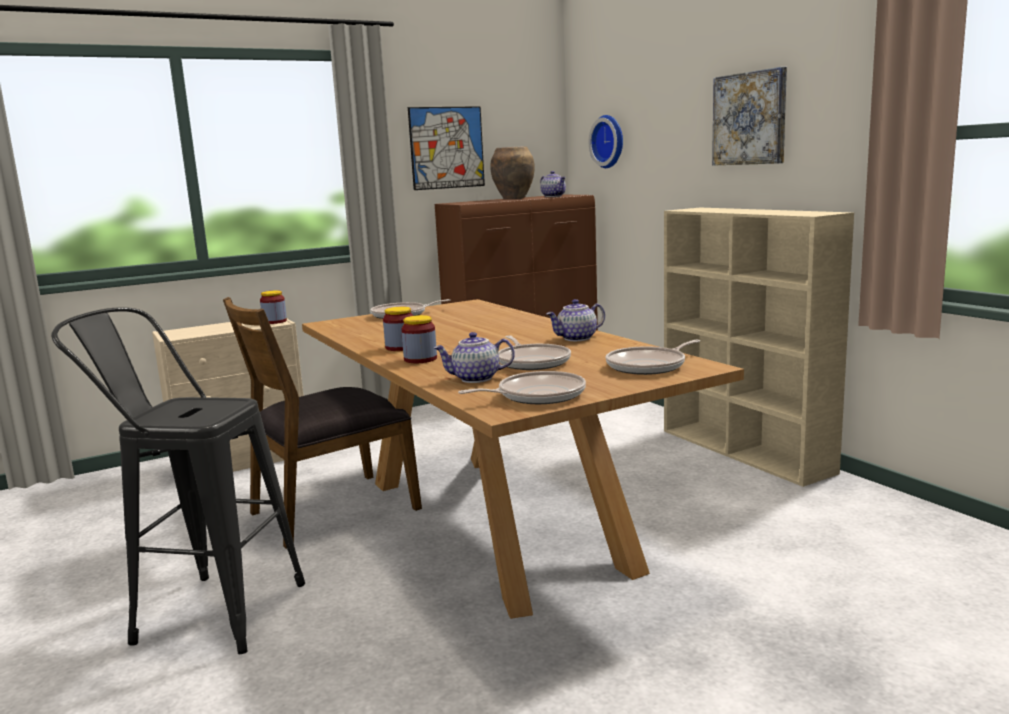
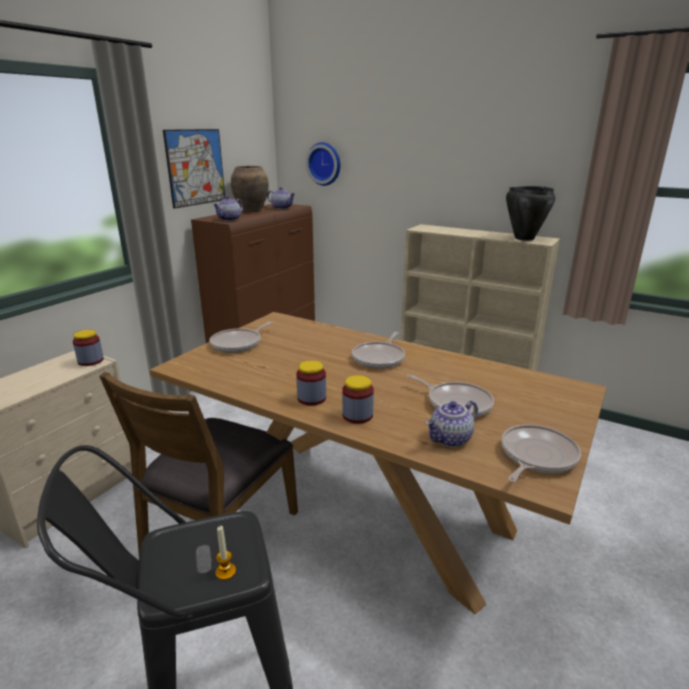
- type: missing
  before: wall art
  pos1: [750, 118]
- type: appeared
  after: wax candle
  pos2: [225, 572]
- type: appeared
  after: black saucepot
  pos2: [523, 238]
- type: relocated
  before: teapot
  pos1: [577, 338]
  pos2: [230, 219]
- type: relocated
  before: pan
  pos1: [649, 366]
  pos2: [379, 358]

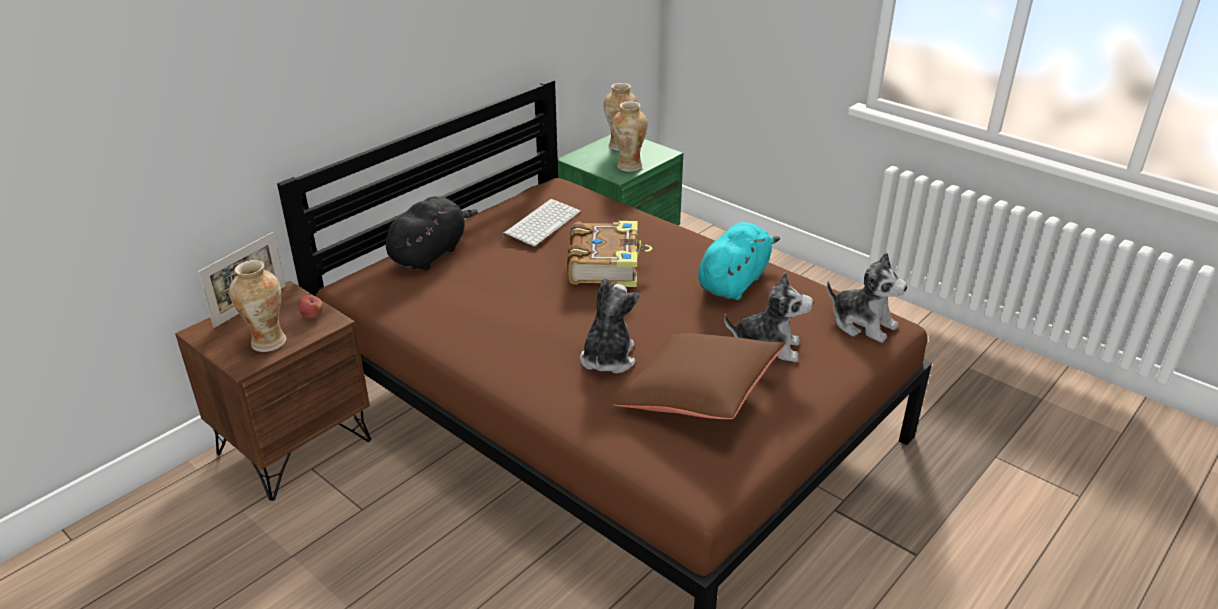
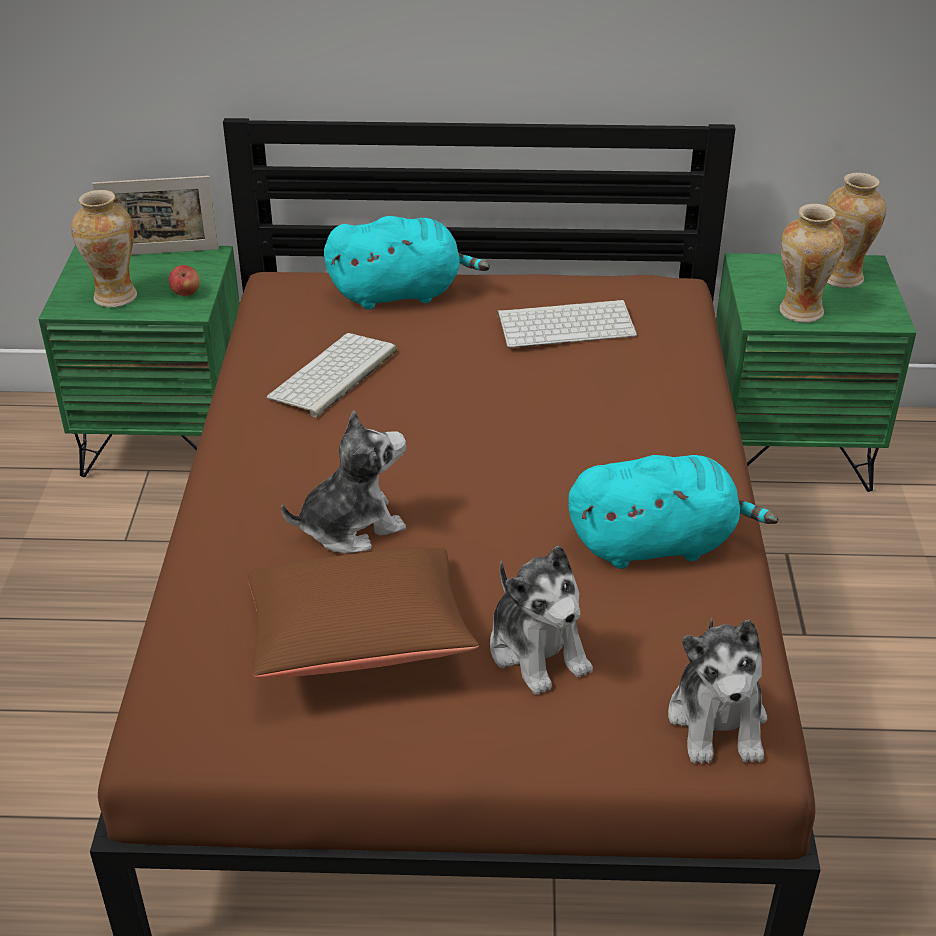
- type: missing
  before: bound book
  pos1: [606, 265]
- type: appeared
  after: computer keyboard
  pos2: [333, 376]
- type: colour
  before: brown bedside table
  after: greenish bedside table
  pos1: [294, 446]
  pos2: [167, 439]
- type: colour
  before: black cuddly toy
  after: blue-green cuddly toy
  pos1: [430, 254]
  pos2: [401, 293]

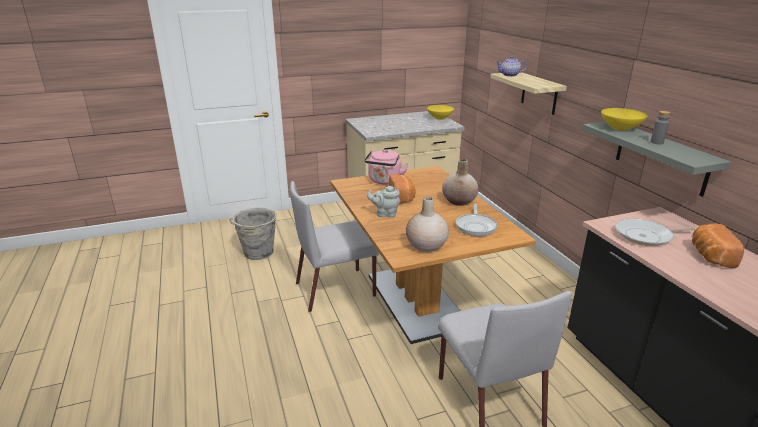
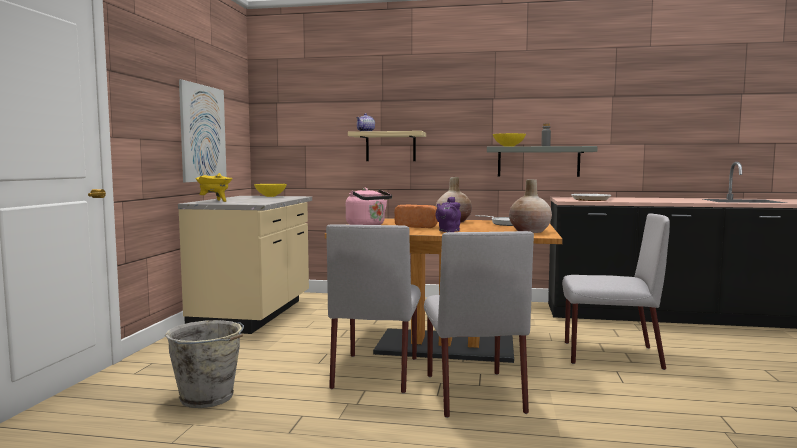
- type: missing
  before: bakery bread
  pos1: [709, 256]
- type: appeared
  after: wall art
  pos2: [203, 133]
- type: appeared
  after: yellow saucepot
  pos2: [215, 201]
- type: appeared
  after: grey chair
  pos2: [473, 392]
- type: colour
  before: grey teapot
  after: purplish teapot
  pos1: [385, 214]
  pos2: [448, 231]

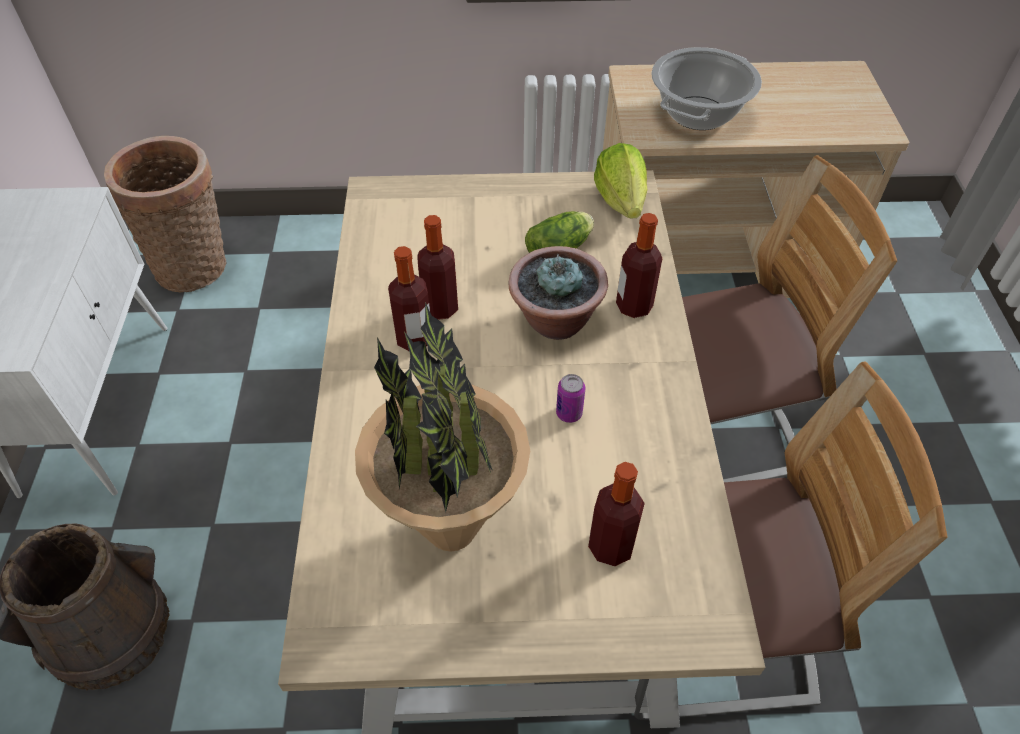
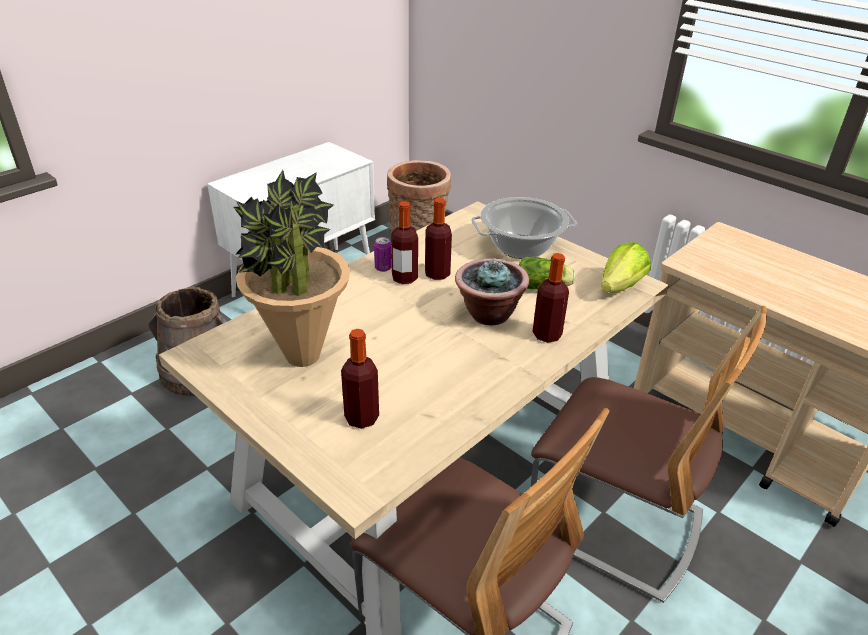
- type: relocated
  before: sealed can
  pos1: [569, 413]
  pos2: [383, 268]
- type: relocated
  before: saucepot
  pos1: [698, 114]
  pos2: [521, 247]

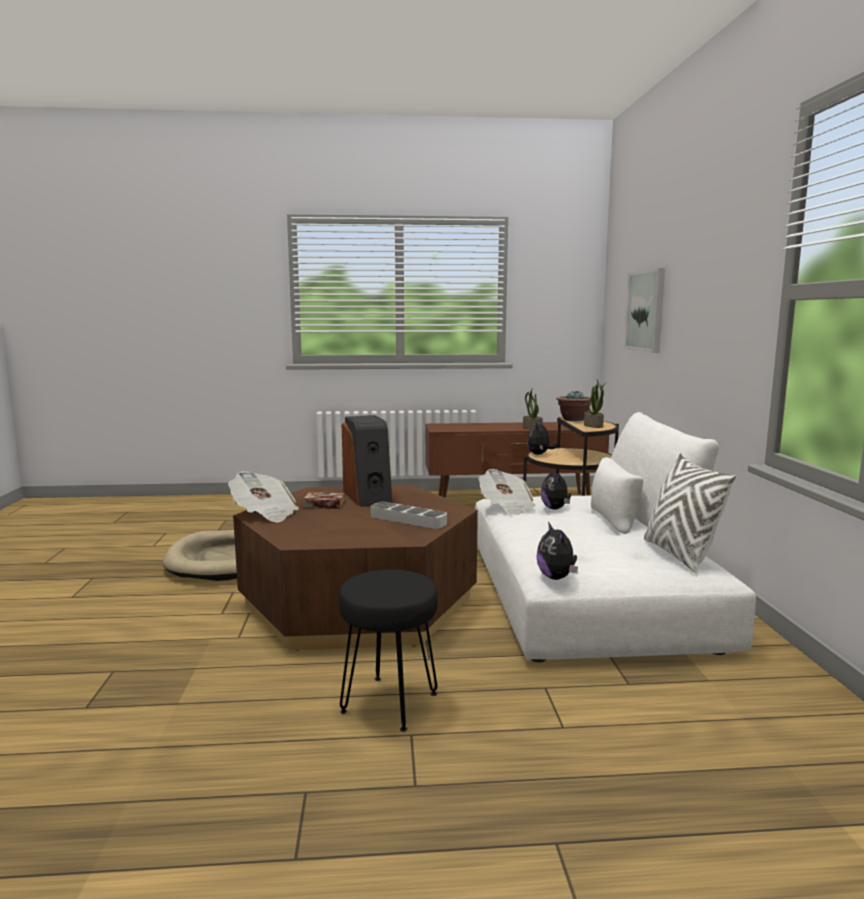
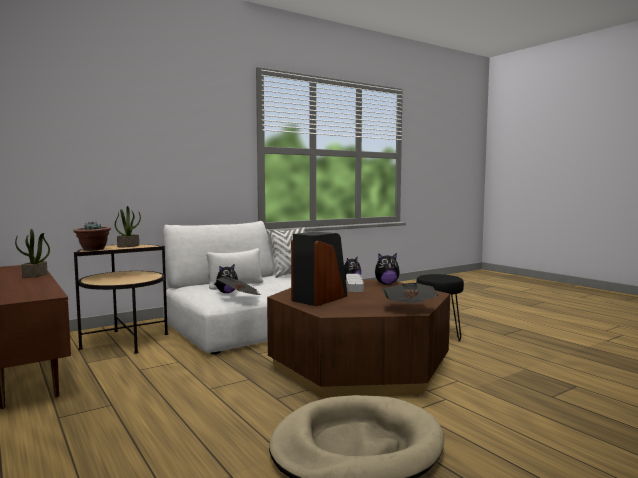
- type: missing
  before: bound book
  pos1: [322, 505]
- type: missing
  before: wall art
  pos1: [646, 311]
- type: relocated
  before: cuddly toy
  pos1: [539, 454]
  pos2: [386, 284]

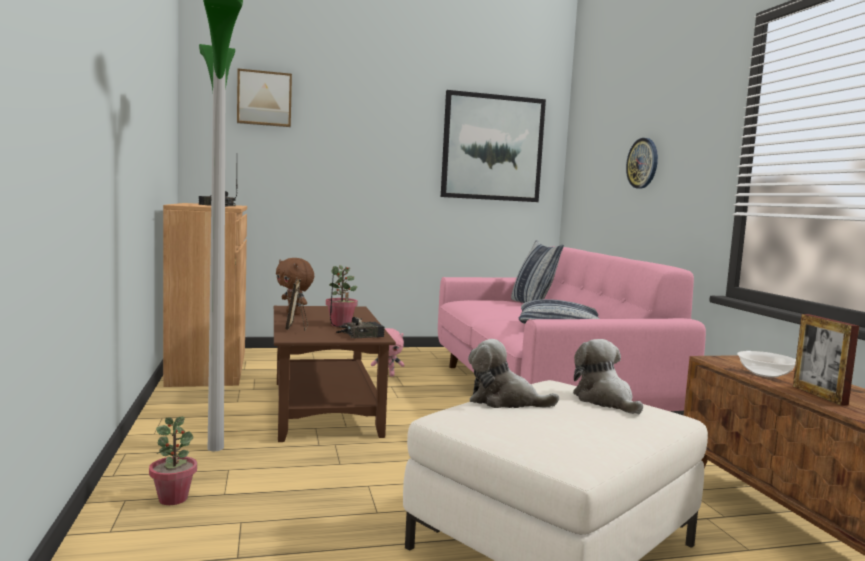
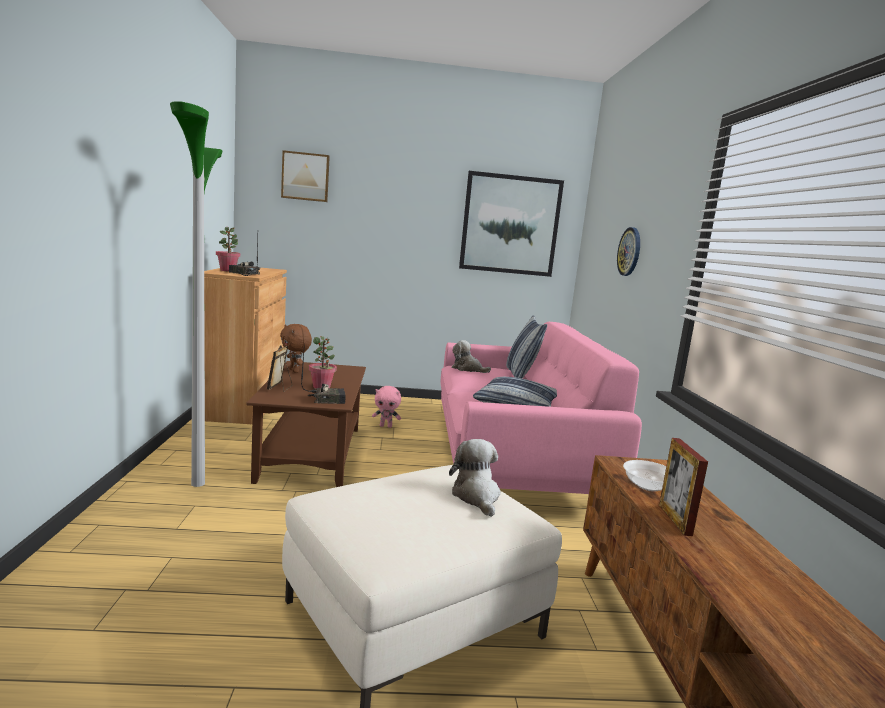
- type: relocated
  before: plant in a pot
  pos1: [173, 498]
  pos2: [228, 270]
- type: relocated
  before: cuddly toy
  pos1: [504, 401]
  pos2: [467, 369]

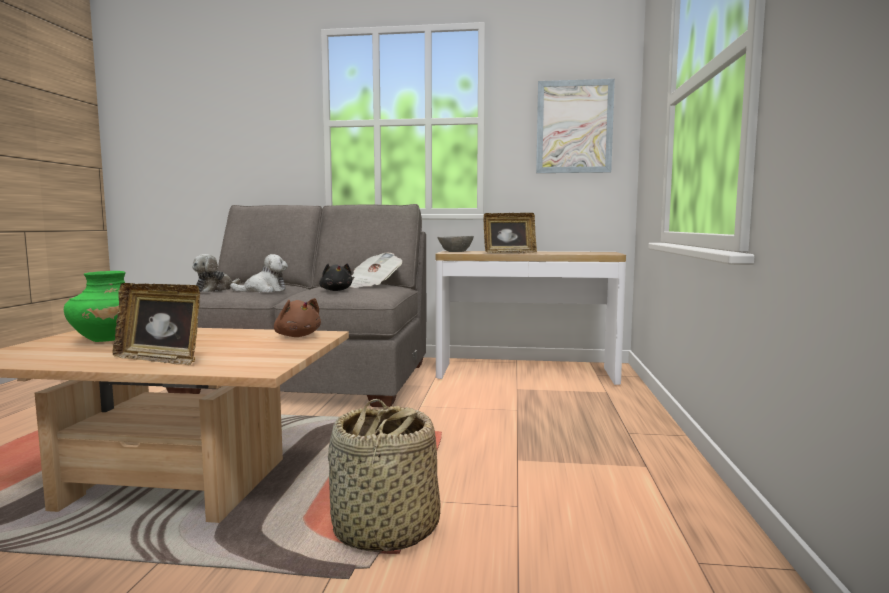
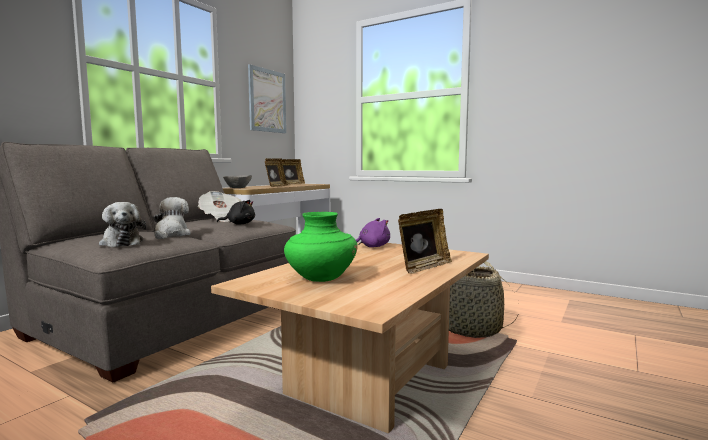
- type: appeared
  after: photo frame
  pos2: [291, 184]
- type: colour
  before: brown cuddly toy
  after: purplish cuddly toy
  pos1: [297, 336]
  pos2: [372, 246]

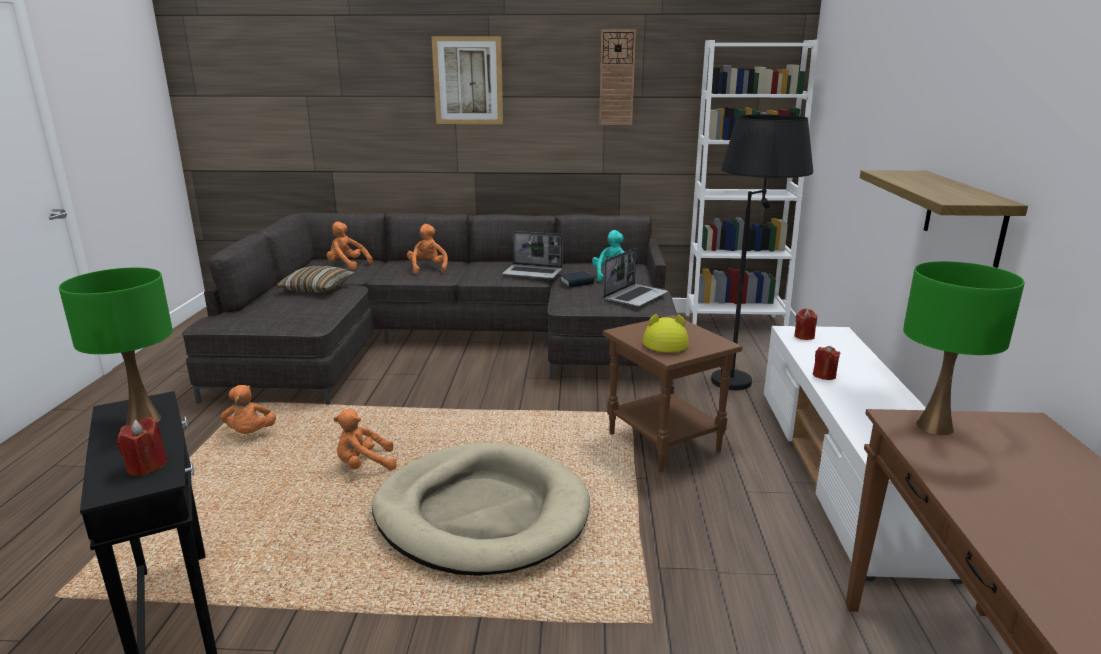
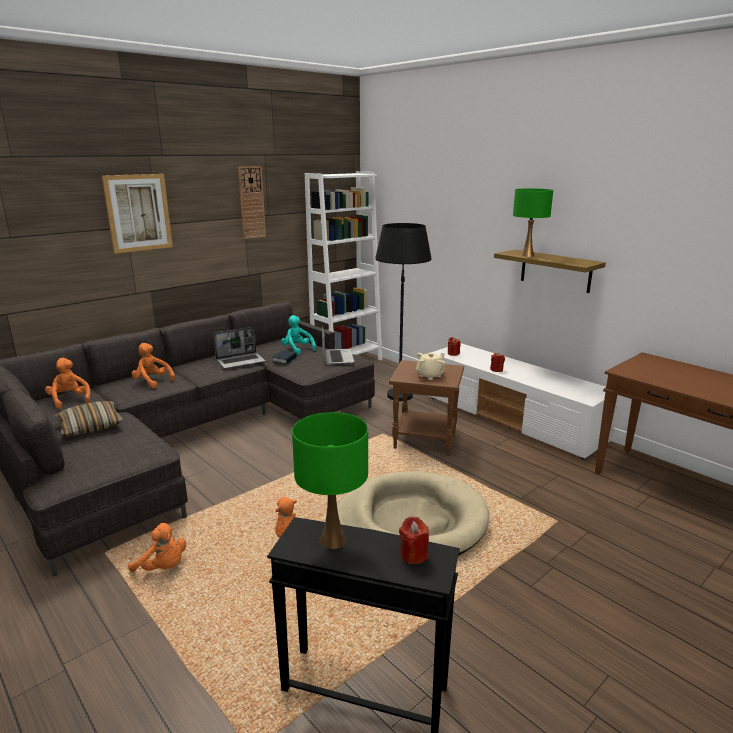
- type: relocated
  before: greenish table lamp
  pos1: [934, 426]
  pos2: [527, 255]
- type: exchanged
  before: yellow wearable hat
  after: sand-coloured teapot
  pos1: [664, 341]
  pos2: [430, 375]
- type: spun
  before: orangey cuddly toy
  pos1: [347, 265]
  pos2: [70, 400]
  turn: 75

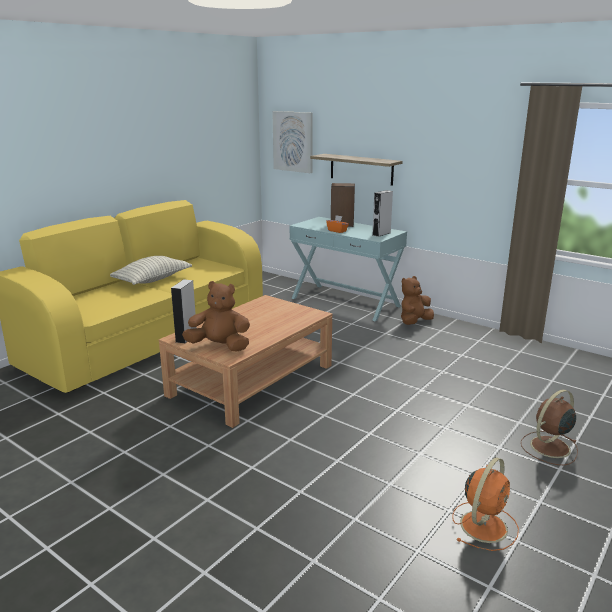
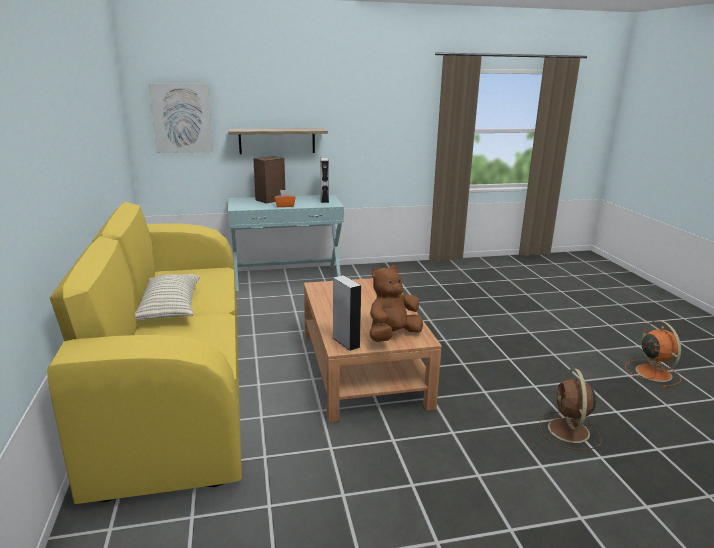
- type: missing
  before: brown cuddly toy
  pos1: [414, 322]
- type: relocated
  before: brown cooling fan
  pos1: [549, 447]
  pos2: [569, 431]

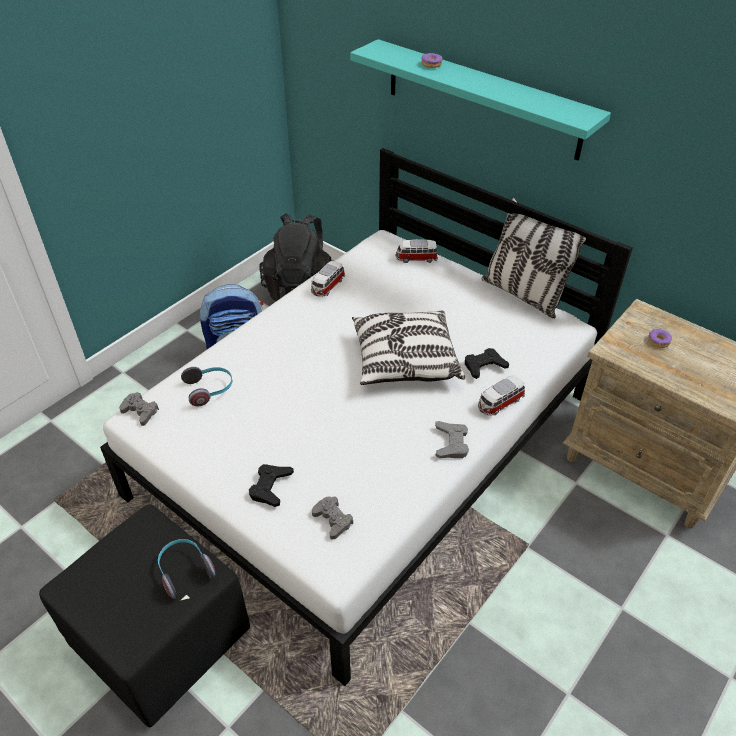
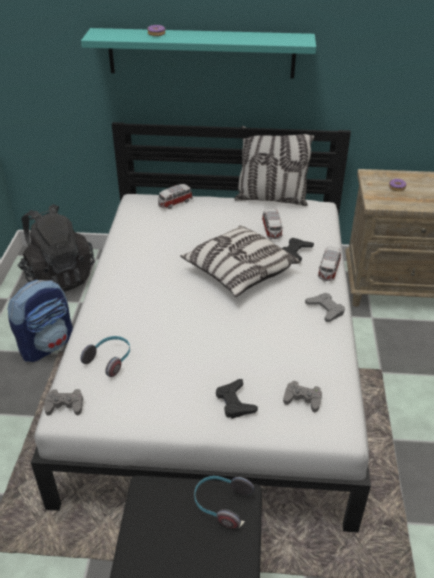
- type: relocated
  before: model car
  pos1: [327, 286]
  pos2: [271, 230]

